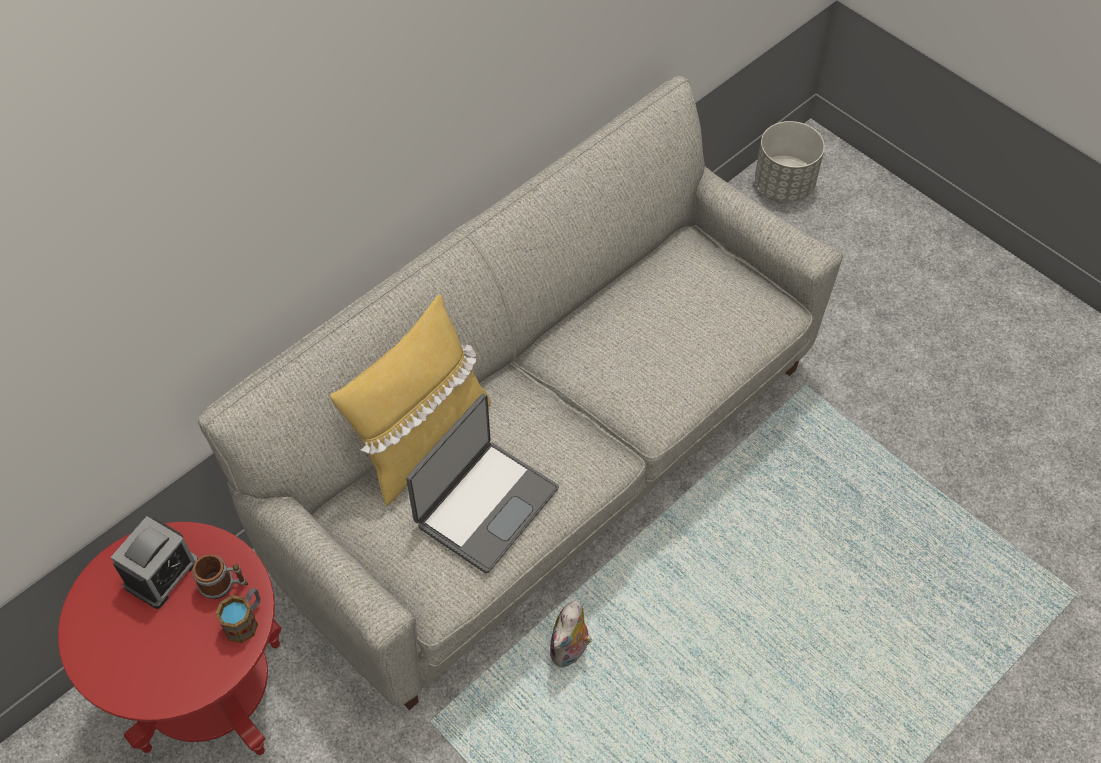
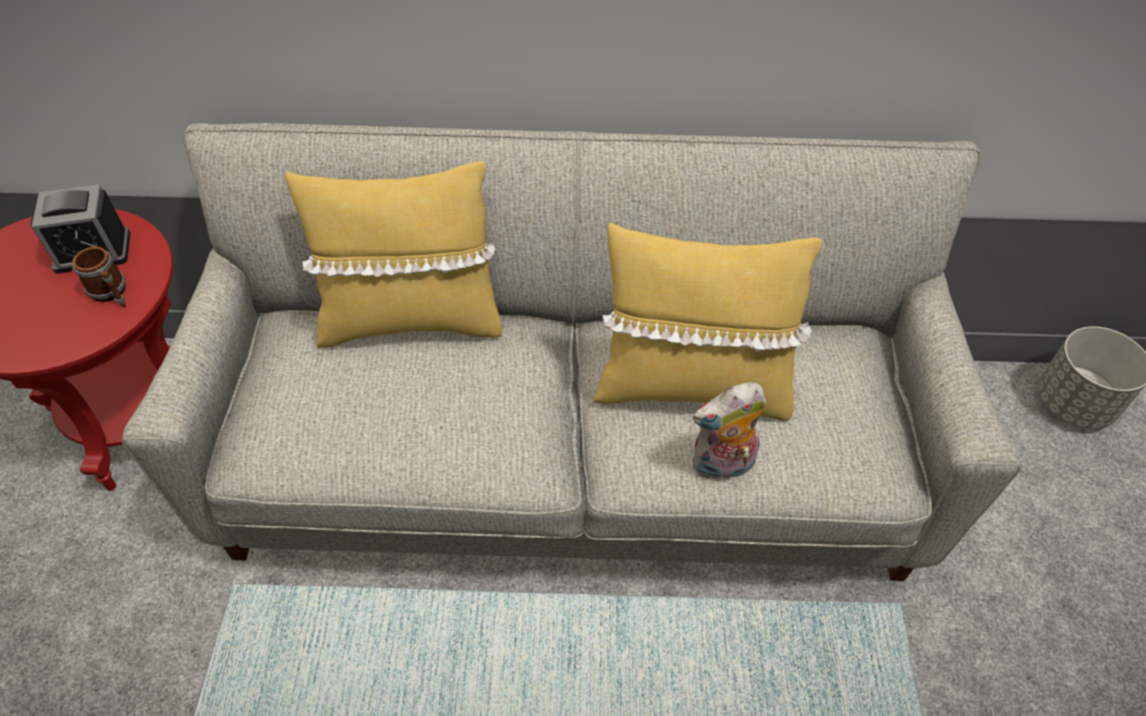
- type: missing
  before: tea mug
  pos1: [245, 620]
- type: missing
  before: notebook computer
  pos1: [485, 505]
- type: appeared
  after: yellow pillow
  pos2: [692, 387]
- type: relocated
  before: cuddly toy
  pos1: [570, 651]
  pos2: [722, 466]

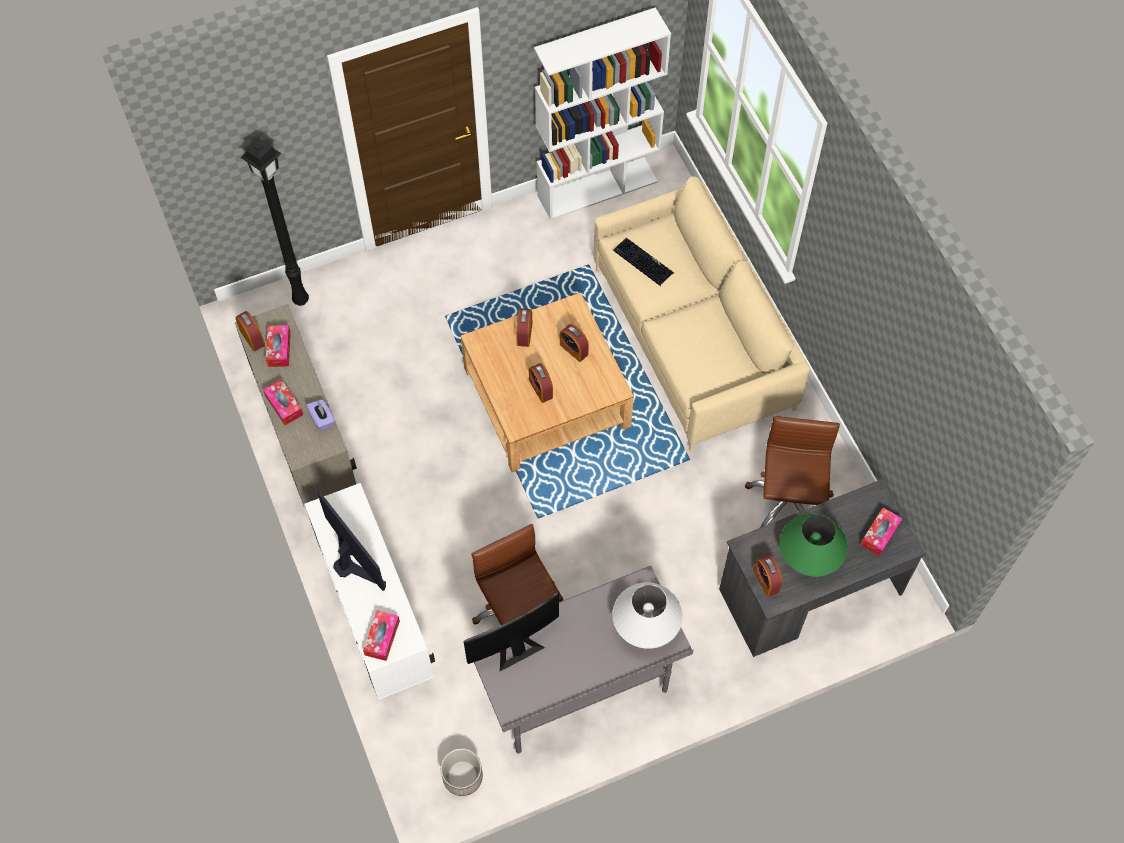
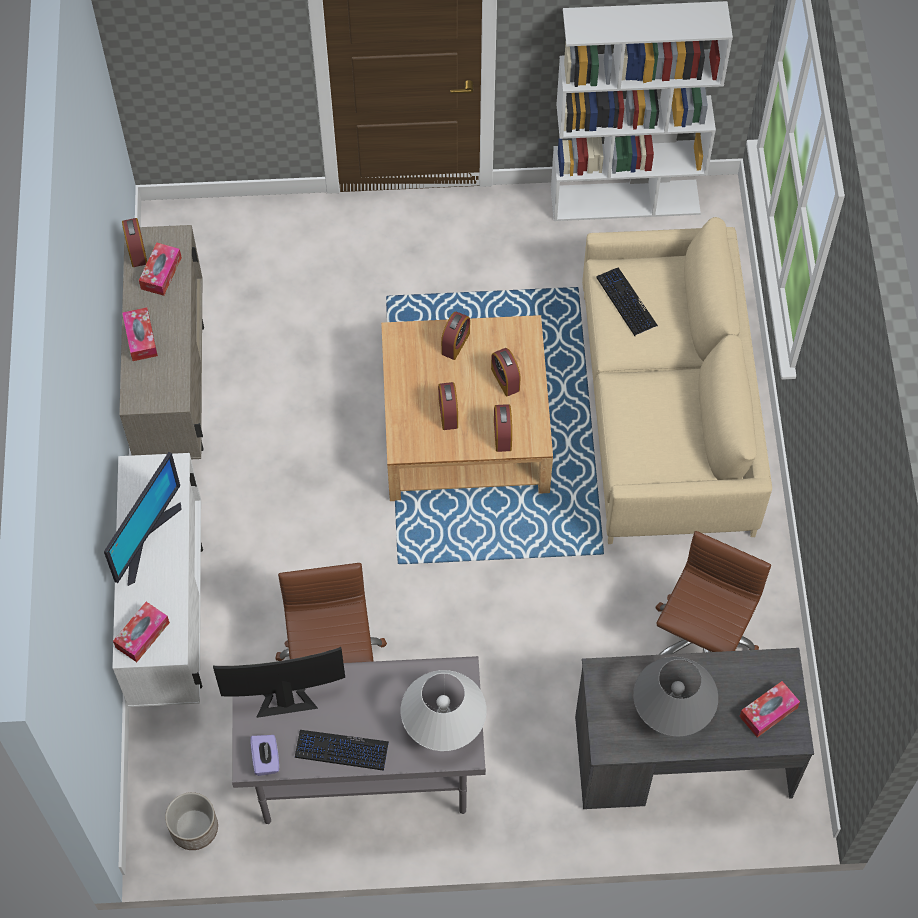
- type: missing
  before: black standing lamp
  pos1: [300, 299]
- type: appeared
  after: computer keyboard
  pos2: [341, 750]
- type: relocated
  before: purplish tissue holder
  pos1: [322, 419]
  pos2: [266, 759]
- type: relocated
  before: bedside clock
  pos1: [766, 580]
  pos2: [502, 435]
- type: colour
  before: greenish table lamp
  after: grey table lamp
  pos1: [809, 555]
  pos2: [672, 708]
- type: spun
  before: computer display
  pos1: [353, 561]
  pos2: [145, 539]
  turn: 45

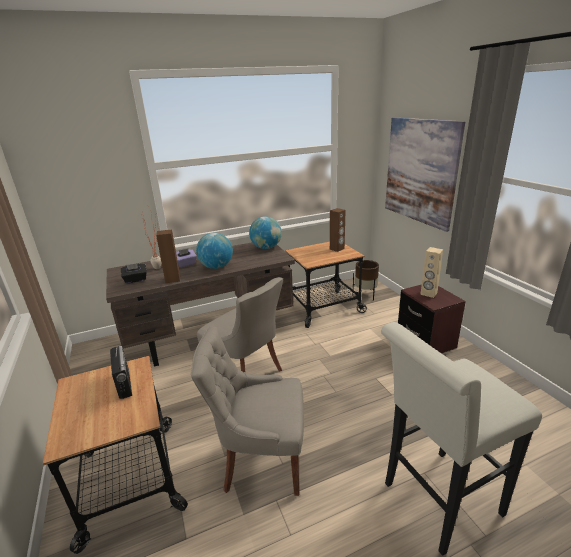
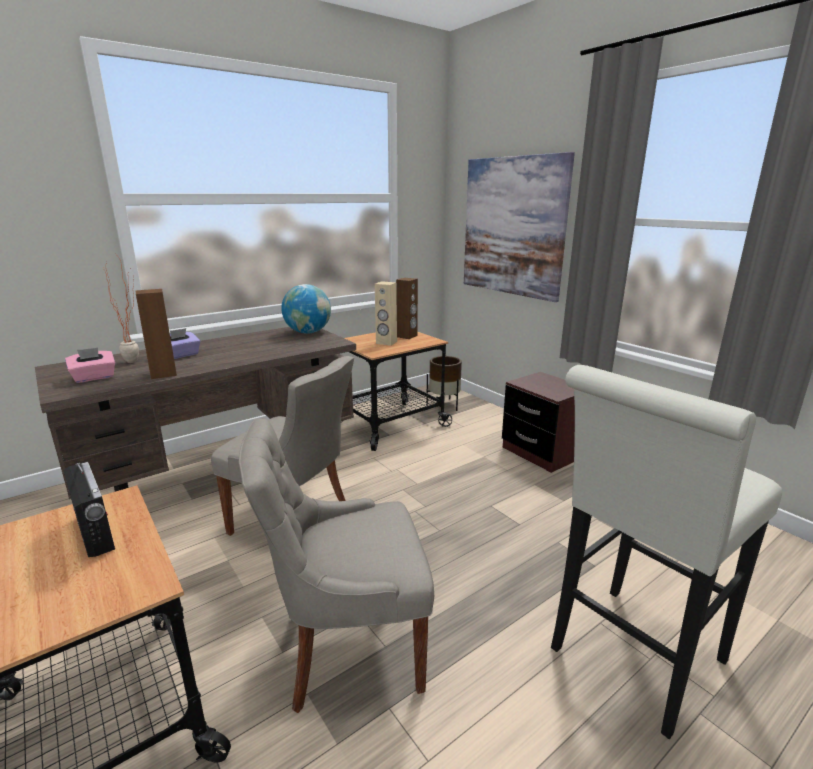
- type: missing
  before: globe
  pos1: [216, 267]
- type: relocated
  before: sand-coloured loudspeaker
  pos1: [428, 294]
  pos2: [386, 342]
- type: colour
  before: black tissue holder
  after: pink-coloured tissue holder
  pos1: [135, 280]
  pos2: [94, 377]

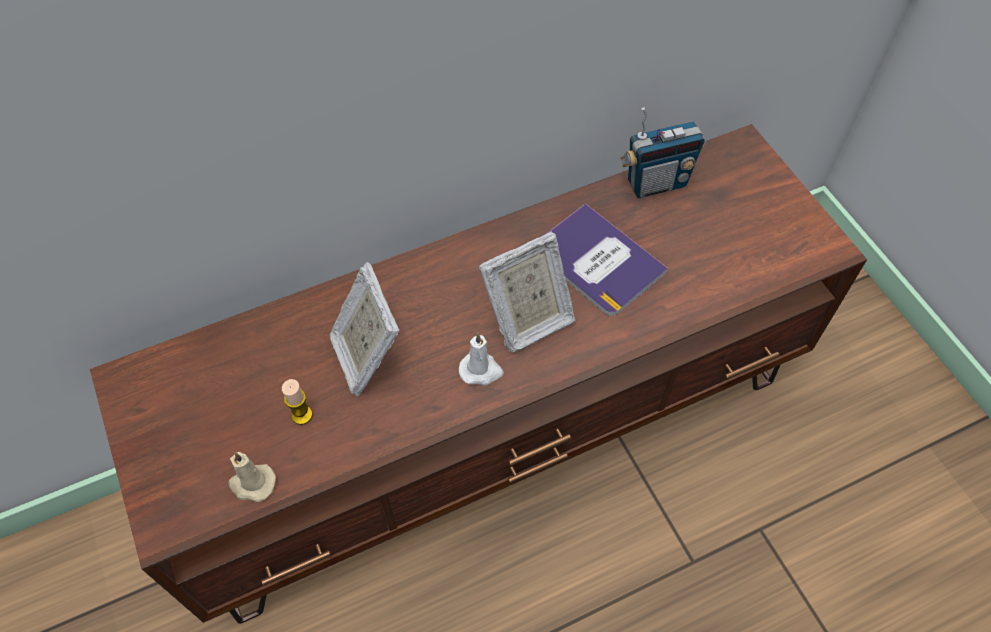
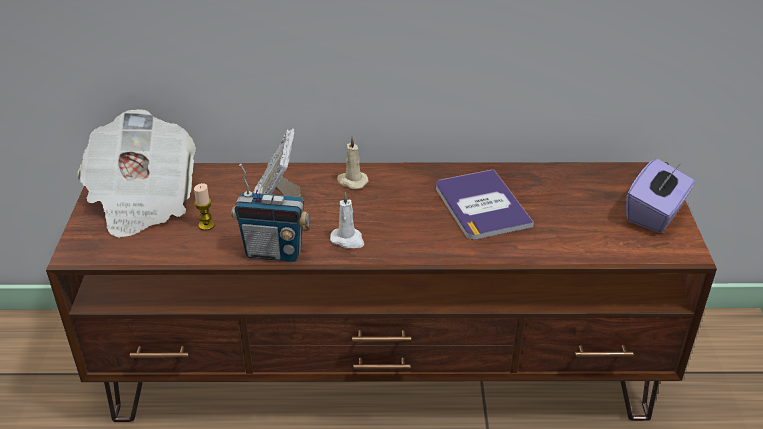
- type: missing
  before: photo frame
  pos1: [527, 320]
- type: appeared
  after: daily paper
  pos2: [142, 199]
- type: appeared
  after: purplish tissue holder
  pos2: [655, 214]
- type: relocated
  before: sand-coloured wax candle
  pos1: [252, 484]
  pos2: [351, 181]
- type: relocated
  before: radio receiver
  pos1: [656, 183]
  pos2: [274, 252]

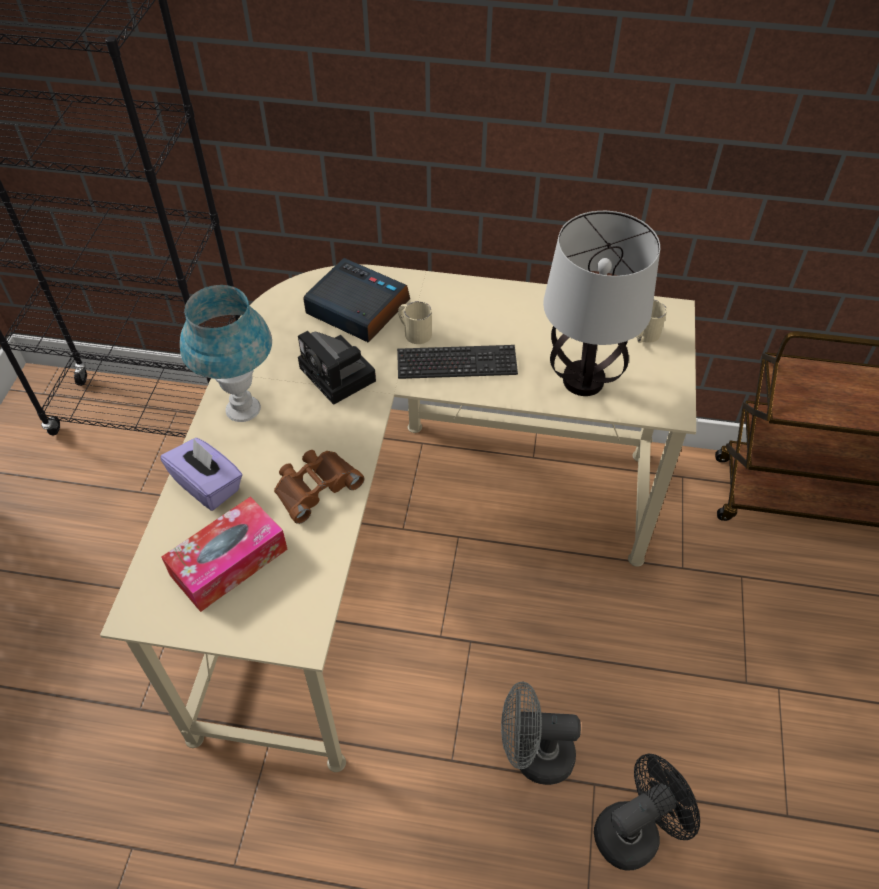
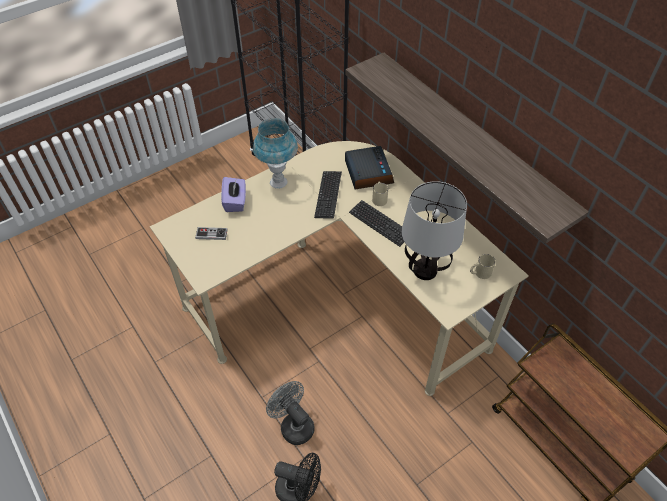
- type: missing
  before: brown field glasses
  pos1: [315, 486]
- type: appeared
  after: bracket shelf
  pos2: [470, 141]
- type: exchanged
  before: tissue holder
  after: joypad
  pos1: [229, 562]
  pos2: [211, 234]
- type: exchanged
  before: photo camera
  after: computer keyboard
  pos1: [340, 376]
  pos2: [328, 195]

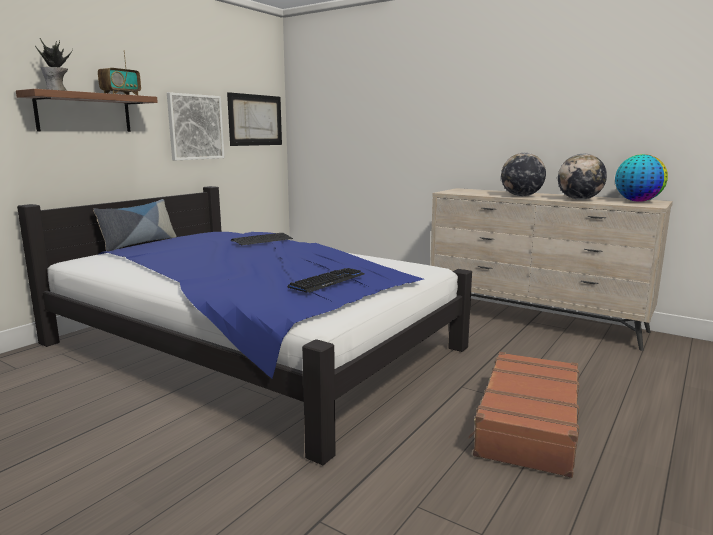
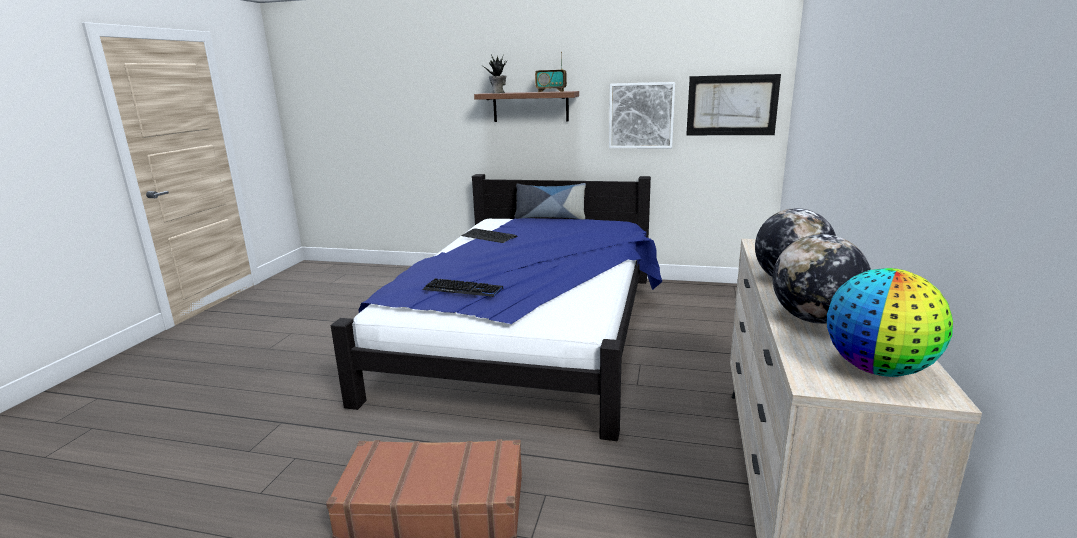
- type: relocated
  before: computer keyboard
  pos1: [262, 240]
  pos2: [489, 236]

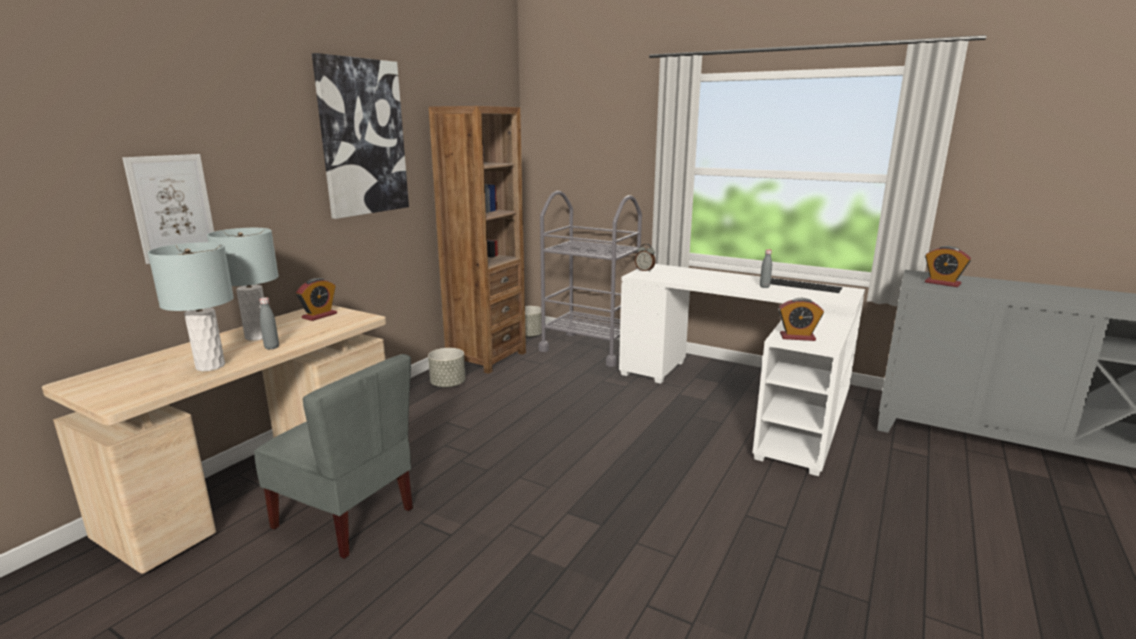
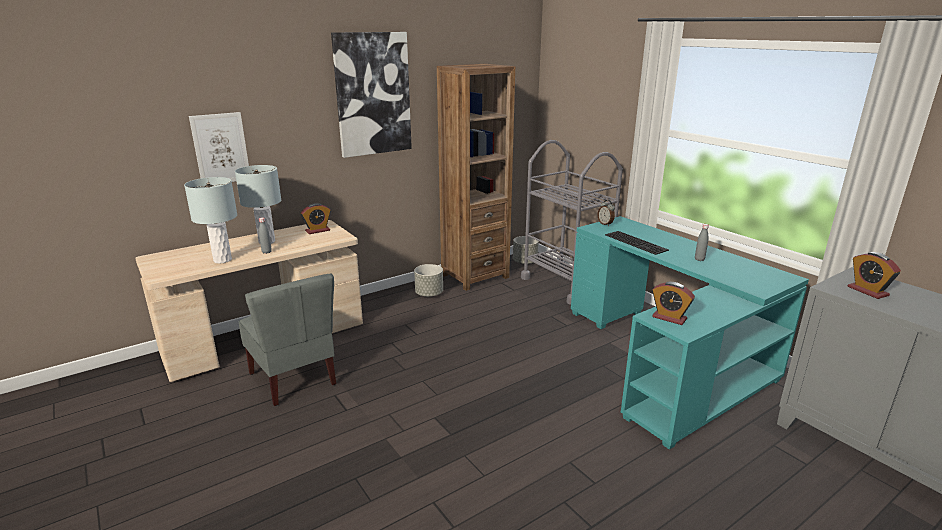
- type: relocated
  before: computer keyboard
  pos1: [803, 285]
  pos2: [637, 242]
- type: colour
  before: whitish desk unit
  after: blue-green desk unit
  pos1: [745, 397]
  pos2: [669, 360]

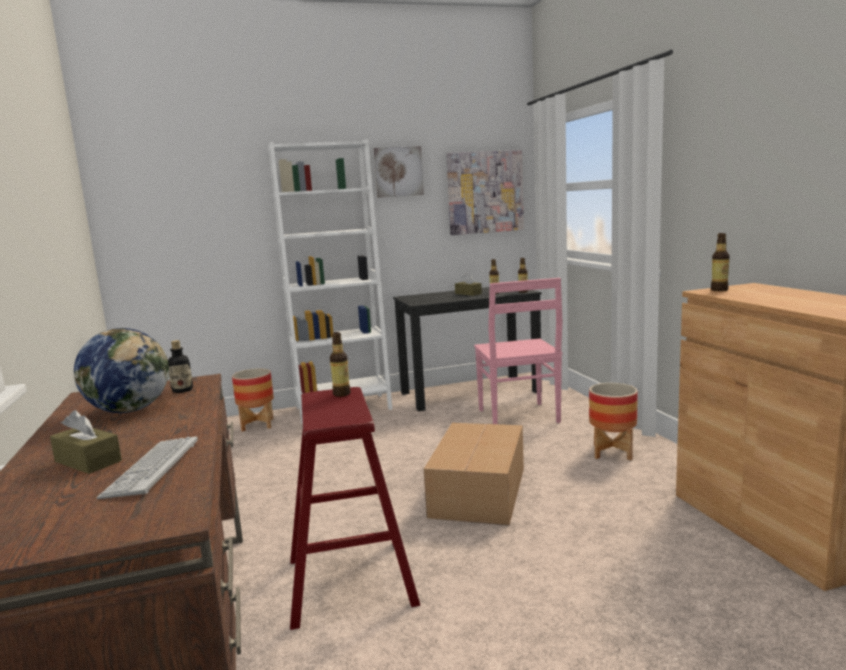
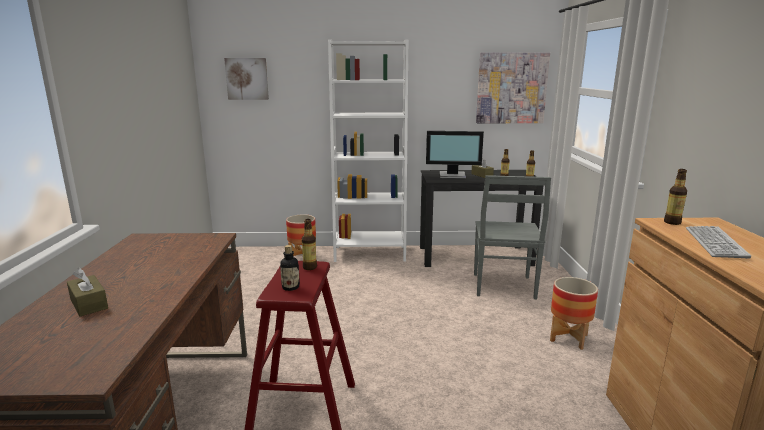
- type: missing
  before: globe
  pos1: [130, 410]
- type: missing
  before: packing box
  pos1: [480, 491]
- type: appeared
  after: computer display
  pos2: [452, 175]
- type: relocated
  before: computer keyboard
  pos1: [152, 468]
  pos2: [715, 243]
- type: relocated
  before: bottle
  pos1: [182, 390]
  pos2: [290, 287]
- type: relocated
  before: wall art
  pos1: [398, 172]
  pos2: [247, 79]
- type: colour
  before: pink-coloured chair
  after: grey chair
  pos1: [519, 417]
  pos2: [503, 287]

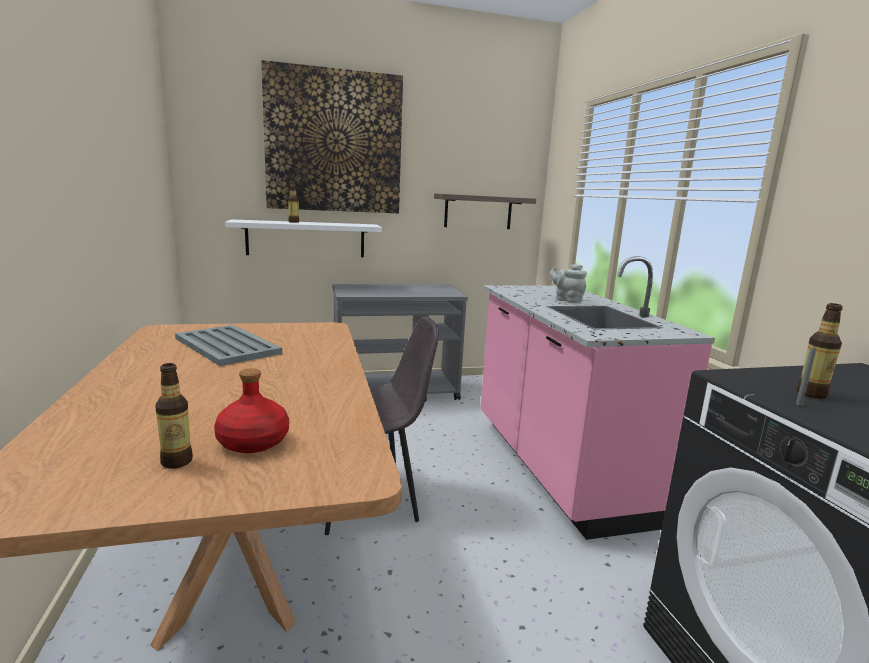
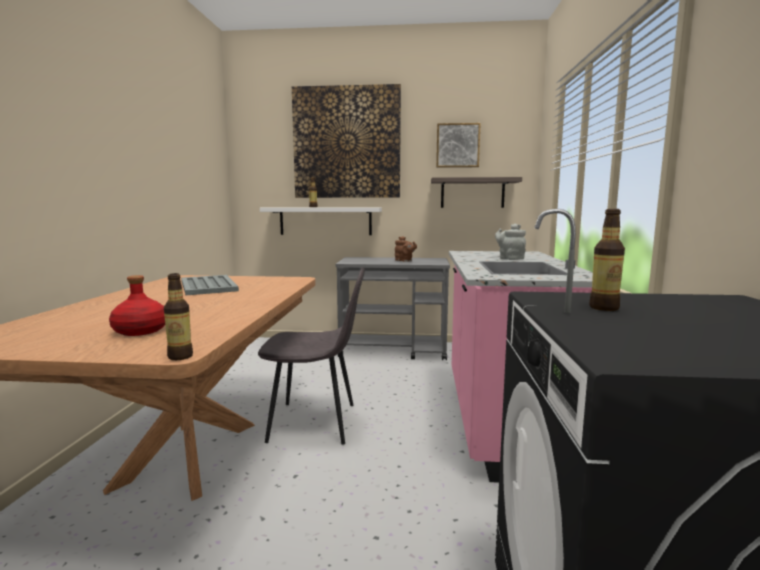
- type: appeared
  after: brown teapot
  pos2: [404, 261]
- type: appeared
  after: wall art
  pos2: [457, 145]
- type: relocated
  before: bottle
  pos1: [177, 462]
  pos2: [180, 356]

